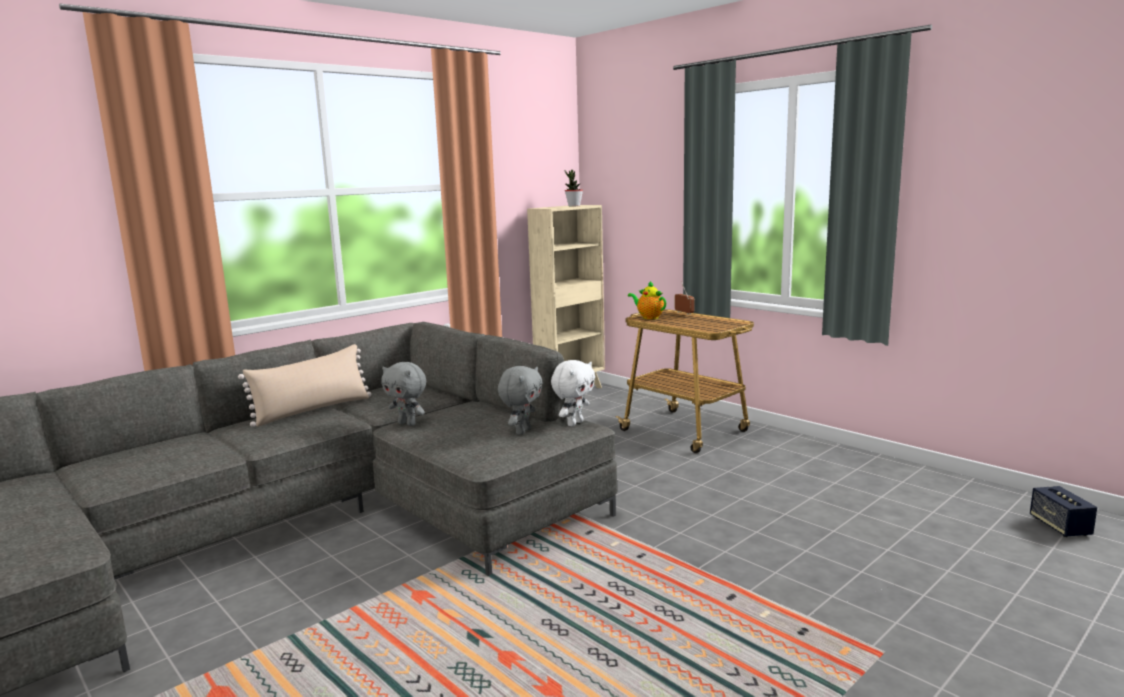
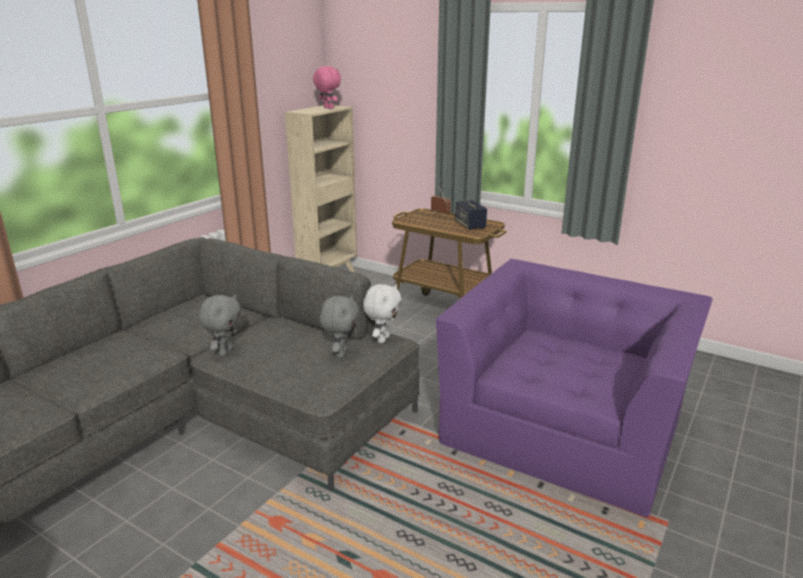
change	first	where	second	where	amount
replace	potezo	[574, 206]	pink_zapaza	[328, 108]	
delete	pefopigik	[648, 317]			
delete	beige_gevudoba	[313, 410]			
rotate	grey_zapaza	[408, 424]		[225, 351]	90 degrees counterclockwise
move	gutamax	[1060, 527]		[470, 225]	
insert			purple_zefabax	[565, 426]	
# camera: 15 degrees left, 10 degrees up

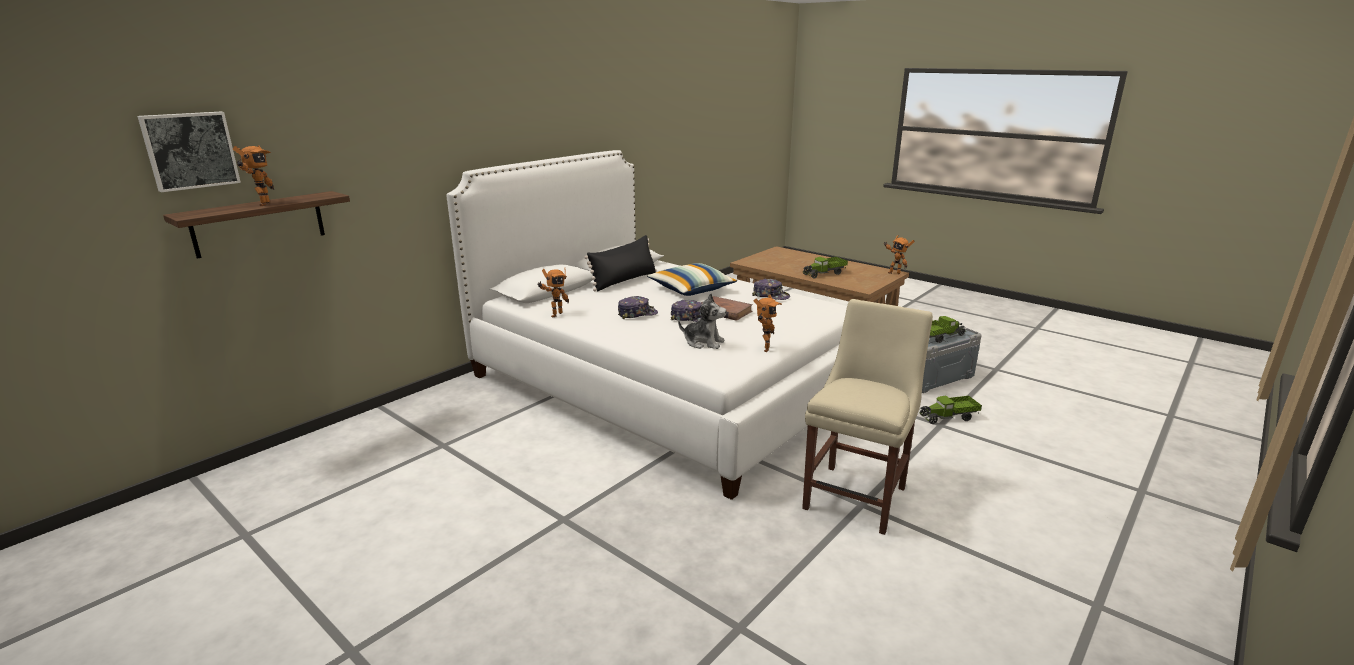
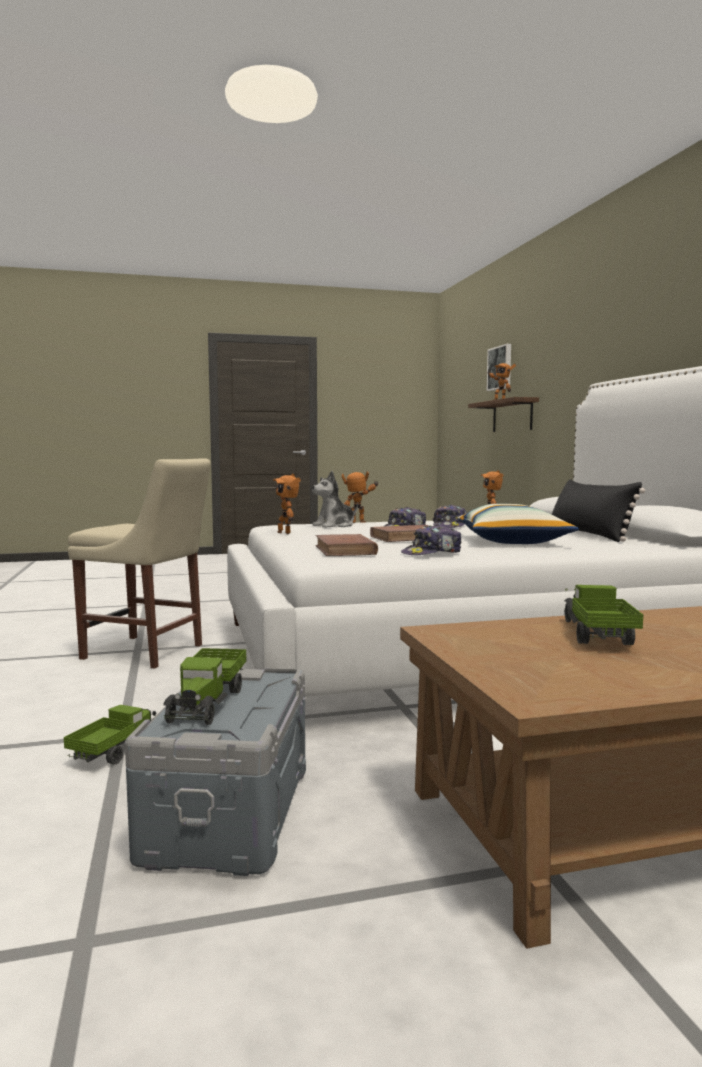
change	first	where	second	where	amount
move	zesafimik	[894, 273]		[359, 523]	
rotate	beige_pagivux	[857, 495]		[147, 652]	45 degrees counterclockwise
insert			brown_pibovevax	[345, 550]	
# camera: 125 degrees right, 15 degrees down

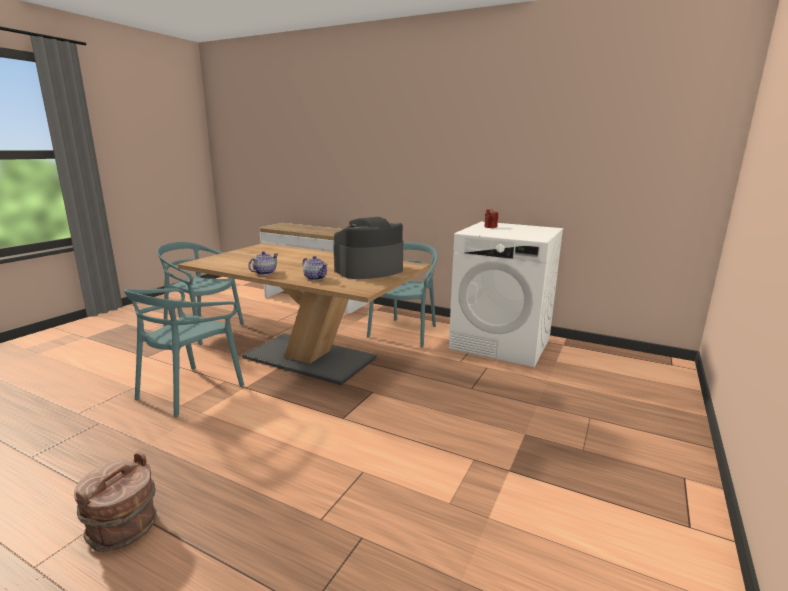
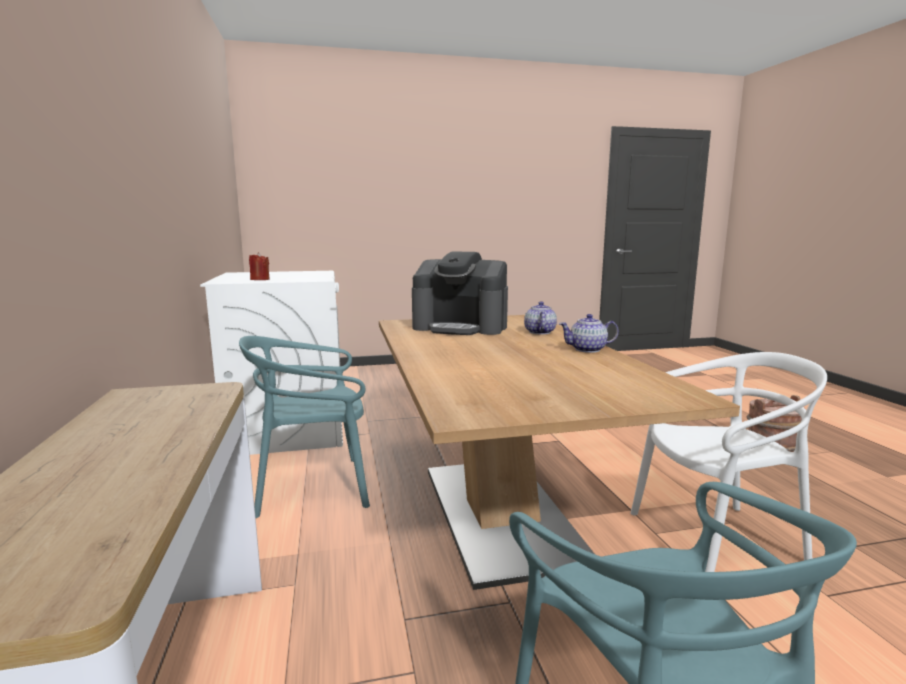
change	first	where	second	where	amount
recolor	turquoise_pagivux	[190, 390]	white_pagivux	[715, 541]	
# camera: 130 degrees left, 5 degrees down

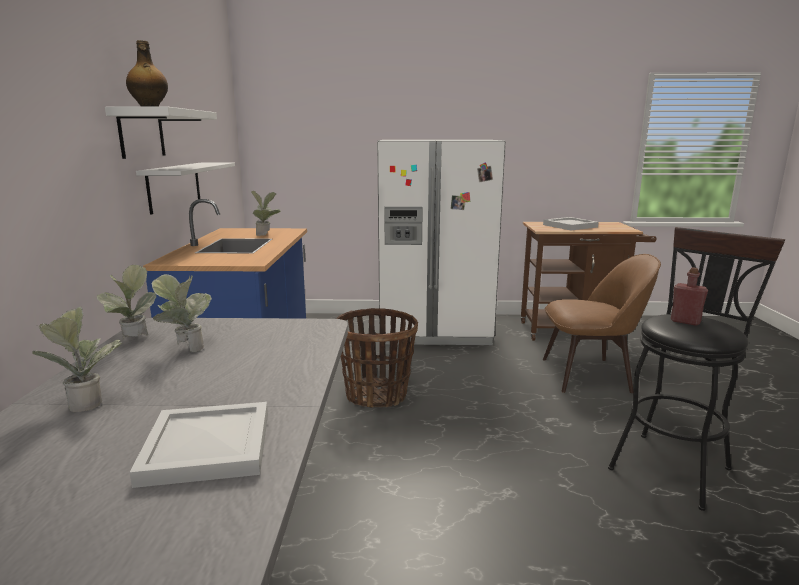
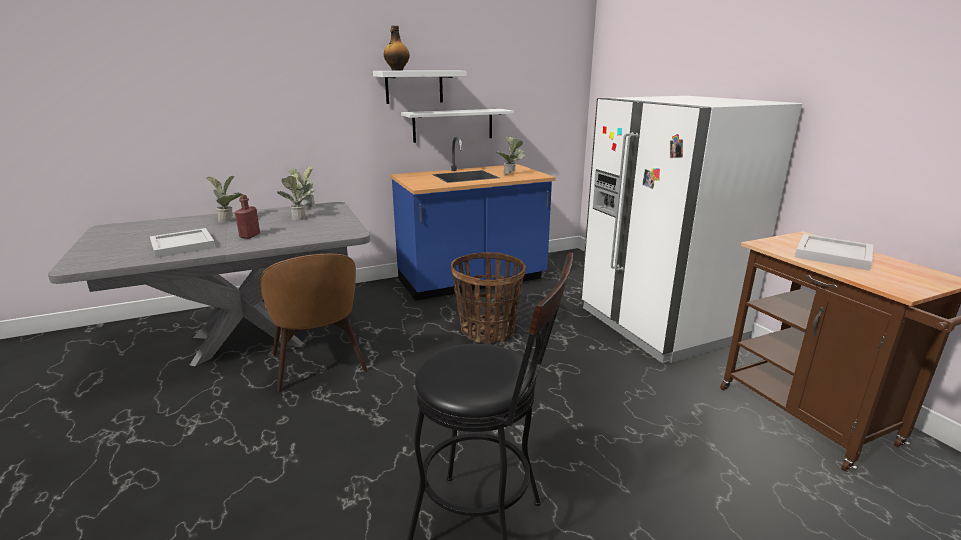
change	first	where	second	where	amount
move	brown_pagivux	[589, 375]		[319, 365]	
move	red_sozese	[685, 321]		[250, 236]	
# camera: 65 degrees right, 5 degrees up

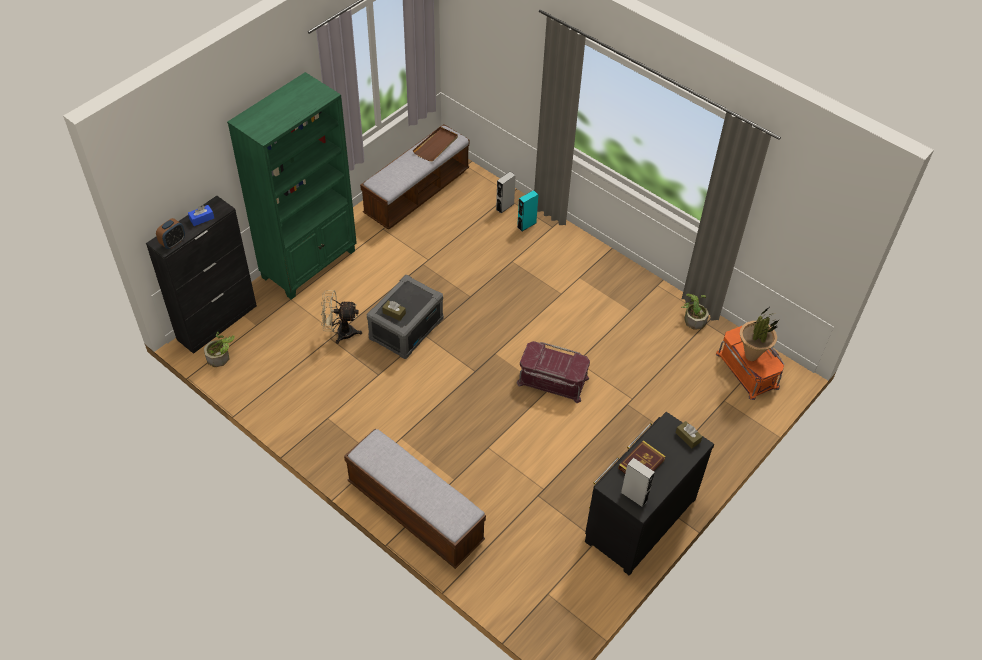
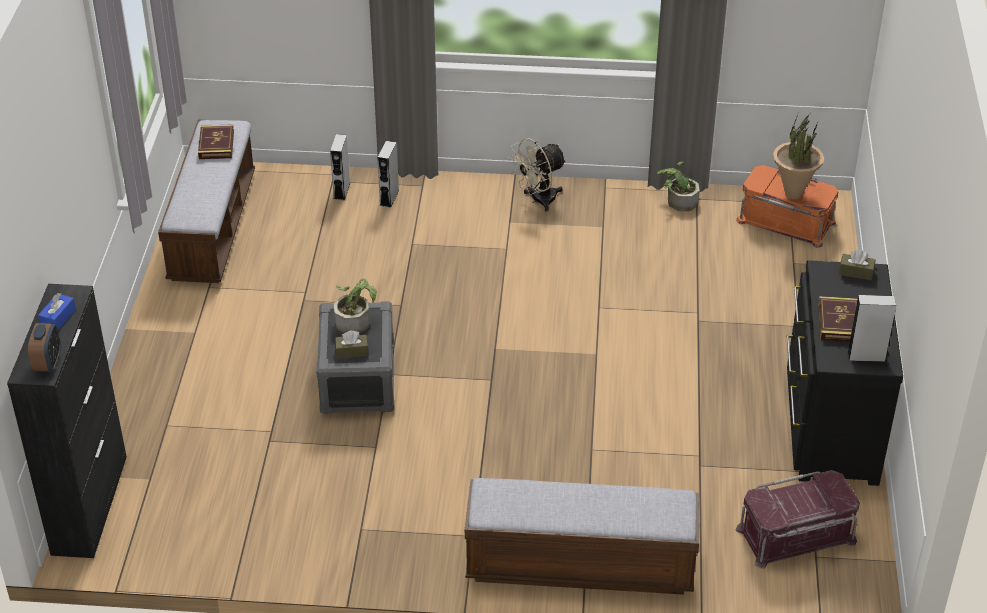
change	first	where	second	where	amount
delete	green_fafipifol	[310, 264]			
replace	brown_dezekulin	[436, 145]	pibovevax	[216, 144]	
recolor	turquoise_gutamax	[526, 225]	grey_gutamax	[389, 198]	
move	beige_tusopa	[340, 332]		[538, 200]	
move	potezo	[221, 357]		[355, 319]	
move	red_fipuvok	[552, 381]		[796, 536]	
# camera: 35 degrees left, 10 degrees down

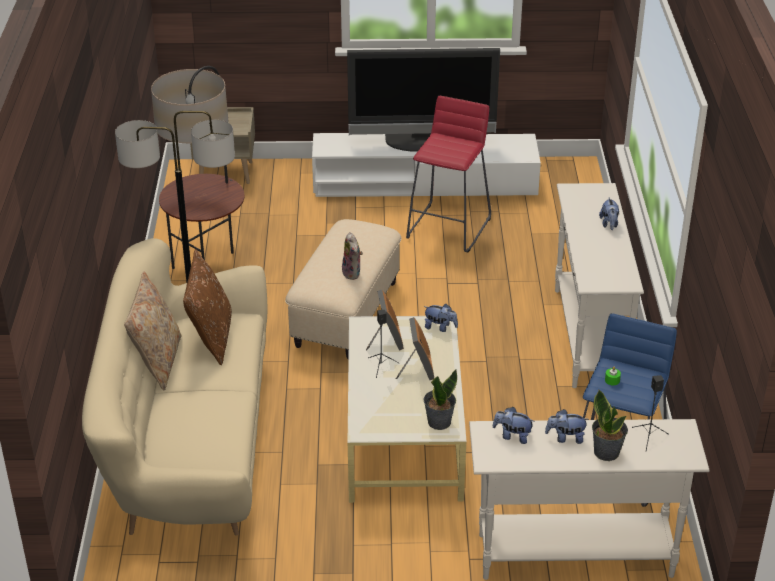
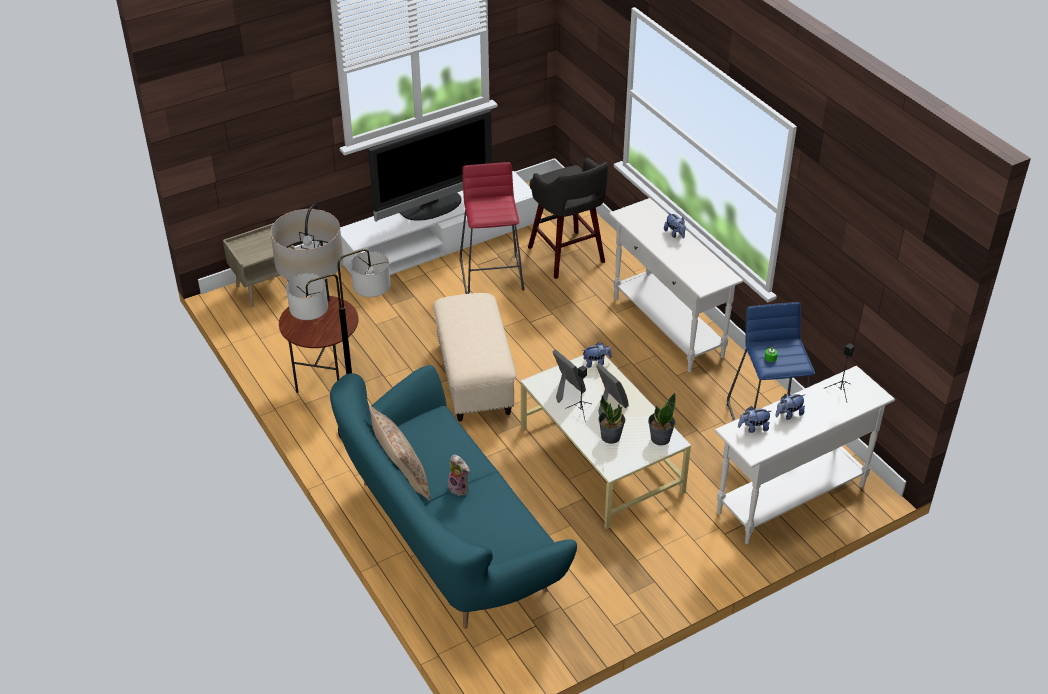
change	first	where	second	where	amount
move	zapaza	[353, 273]		[460, 488]	
recolor	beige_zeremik	[189, 445]	turquoise_zeremik	[446, 537]	
delete	brown_gevudoba	[211, 338]			
move	potezo	[606, 452]		[610, 436]	
insert			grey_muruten	[567, 256]	
# camera: 30 degrees left, 5 degrees up

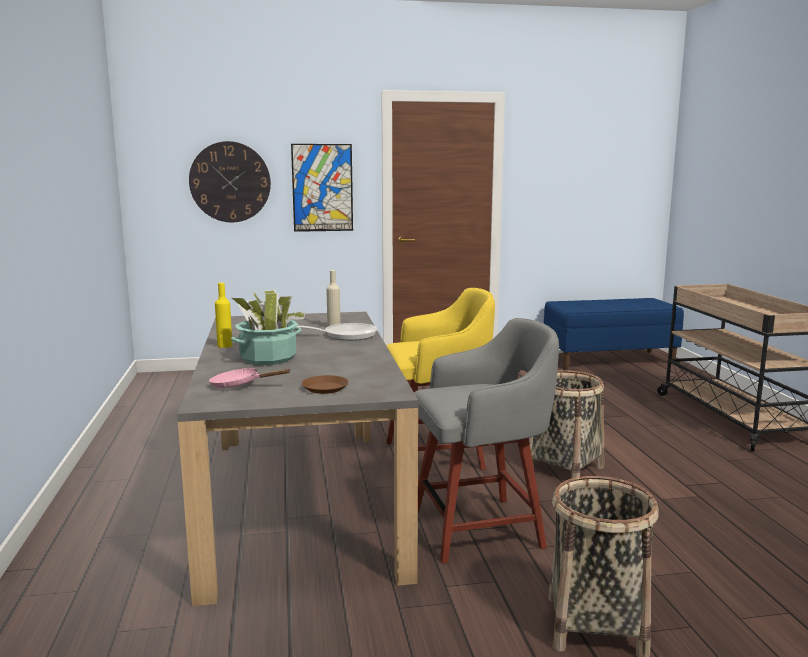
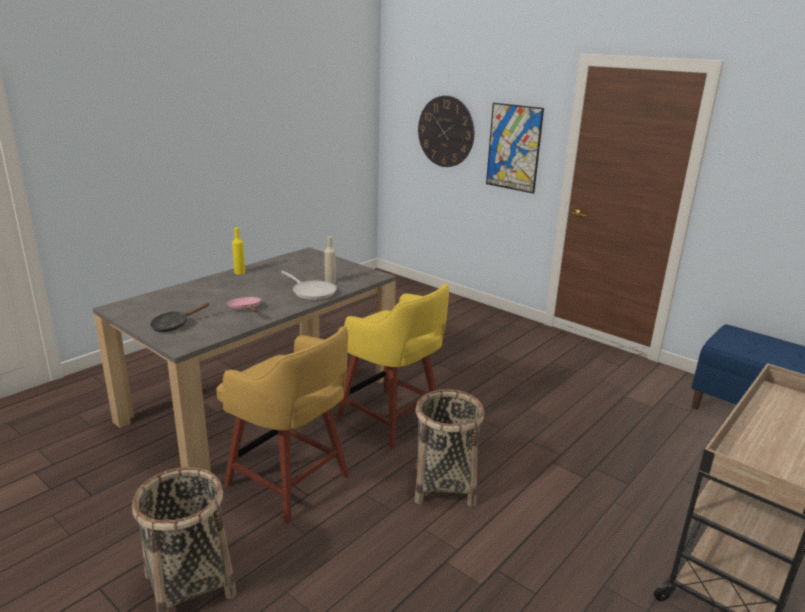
change	first	where	second	where	amount
delete	potezo	[268, 358]			
recolor	grey_muruten	[481, 528]	yellow_muruten	[290, 482]	
move	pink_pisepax	[240, 385]		[246, 309]	
replace	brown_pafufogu	[324, 388]	black_pisepax	[173, 325]	
# camera: 50 degrees right, 10 degrees up

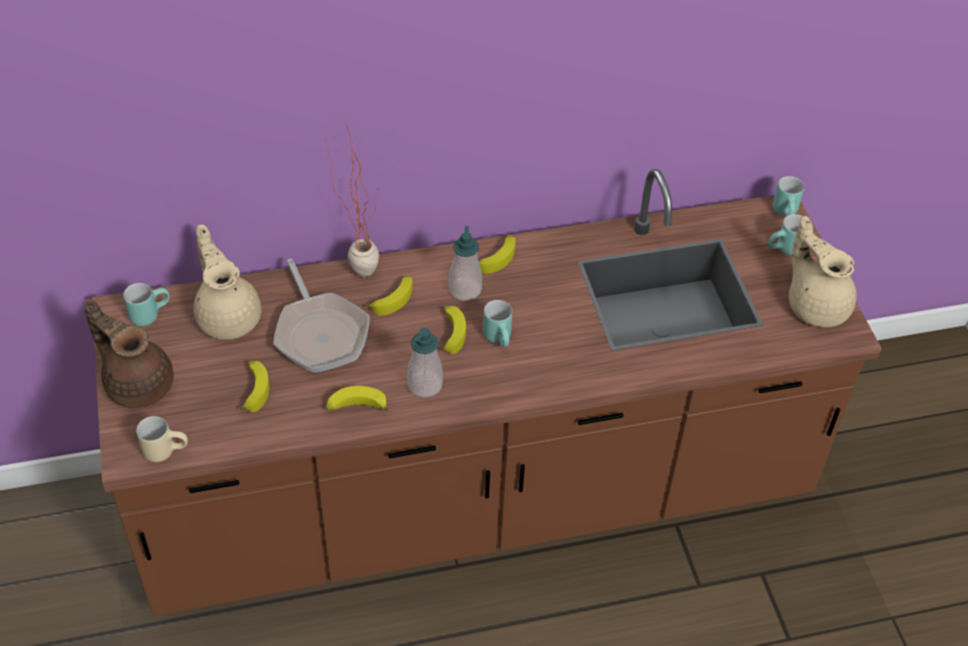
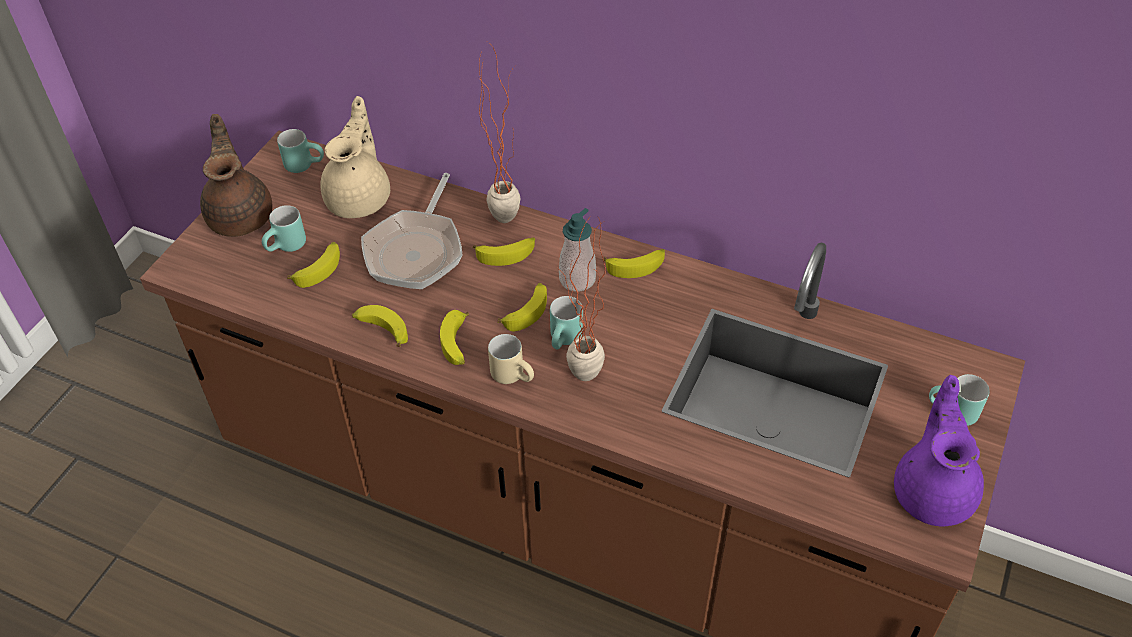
change	first	where	second	where	amount
move	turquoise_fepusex	[787, 213]		[287, 248]	
recolor	beige_pefopigik	[816, 305]	purple_pefopigik	[933, 491]	
replace	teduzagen	[425, 385]	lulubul	[457, 344]	
move	beige_fepusex	[166, 450]		[514, 375]	
insert			potezo	[582, 384]	
# camera: 40 degrees right, 0 degrees up

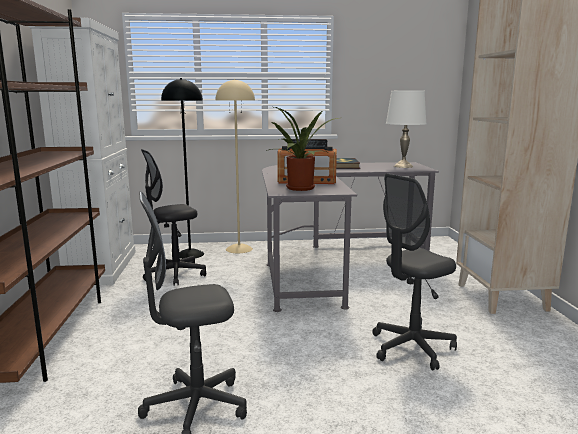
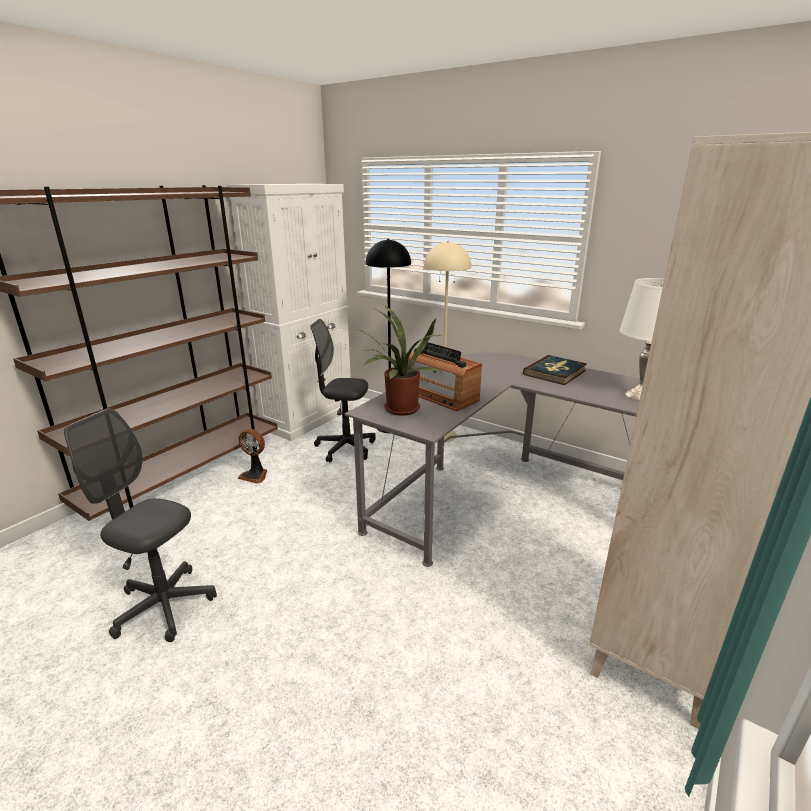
change	first	where	second	where	amount
delete	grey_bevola	[411, 348]			
insert			tusopa	[255, 475]	
# camera: 40 degrees right, 10 degrees up

